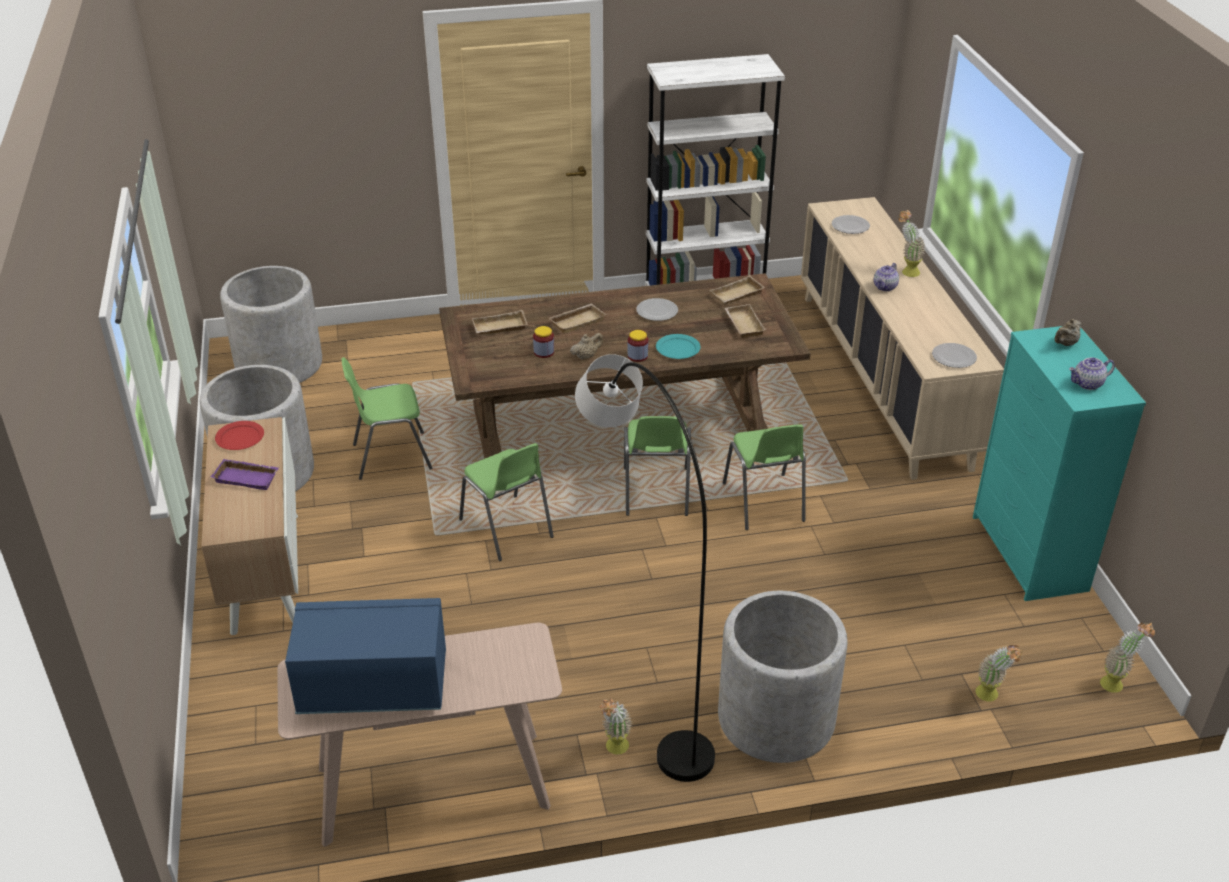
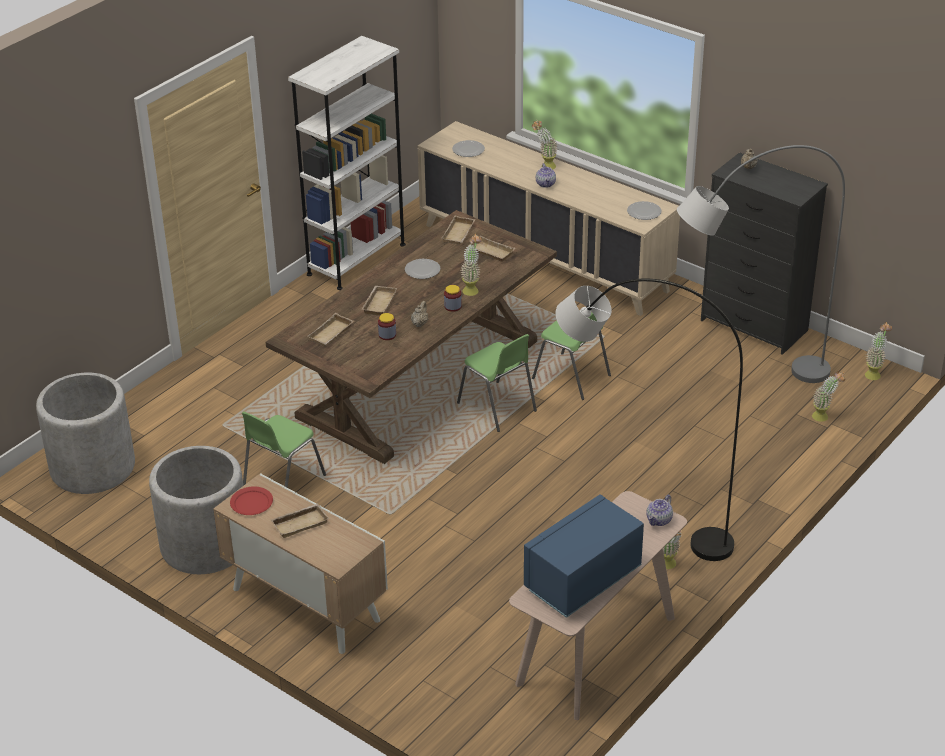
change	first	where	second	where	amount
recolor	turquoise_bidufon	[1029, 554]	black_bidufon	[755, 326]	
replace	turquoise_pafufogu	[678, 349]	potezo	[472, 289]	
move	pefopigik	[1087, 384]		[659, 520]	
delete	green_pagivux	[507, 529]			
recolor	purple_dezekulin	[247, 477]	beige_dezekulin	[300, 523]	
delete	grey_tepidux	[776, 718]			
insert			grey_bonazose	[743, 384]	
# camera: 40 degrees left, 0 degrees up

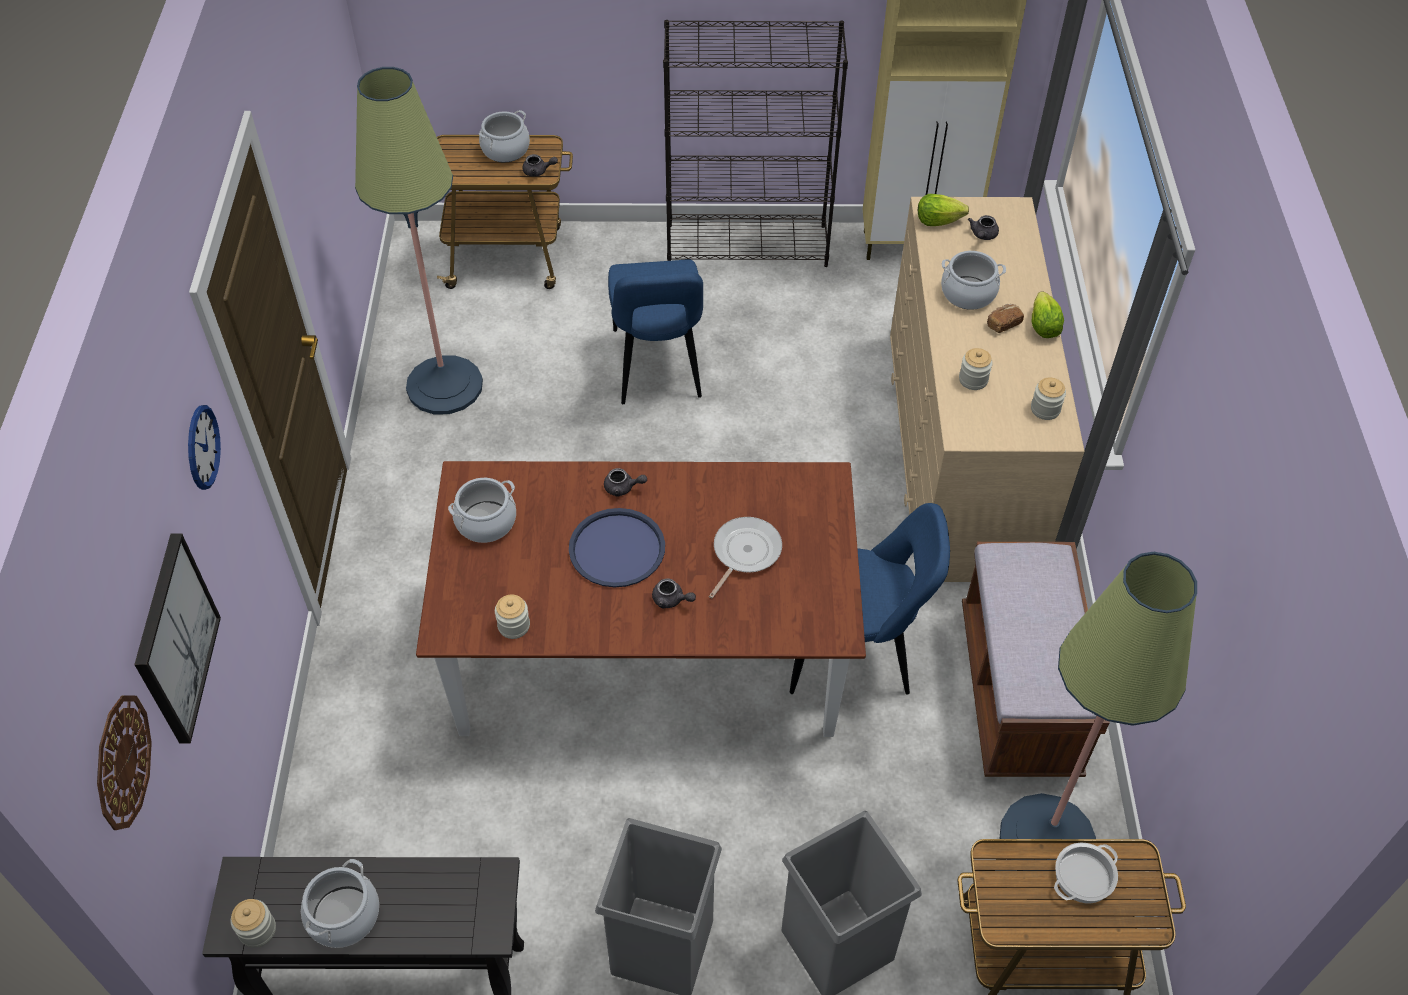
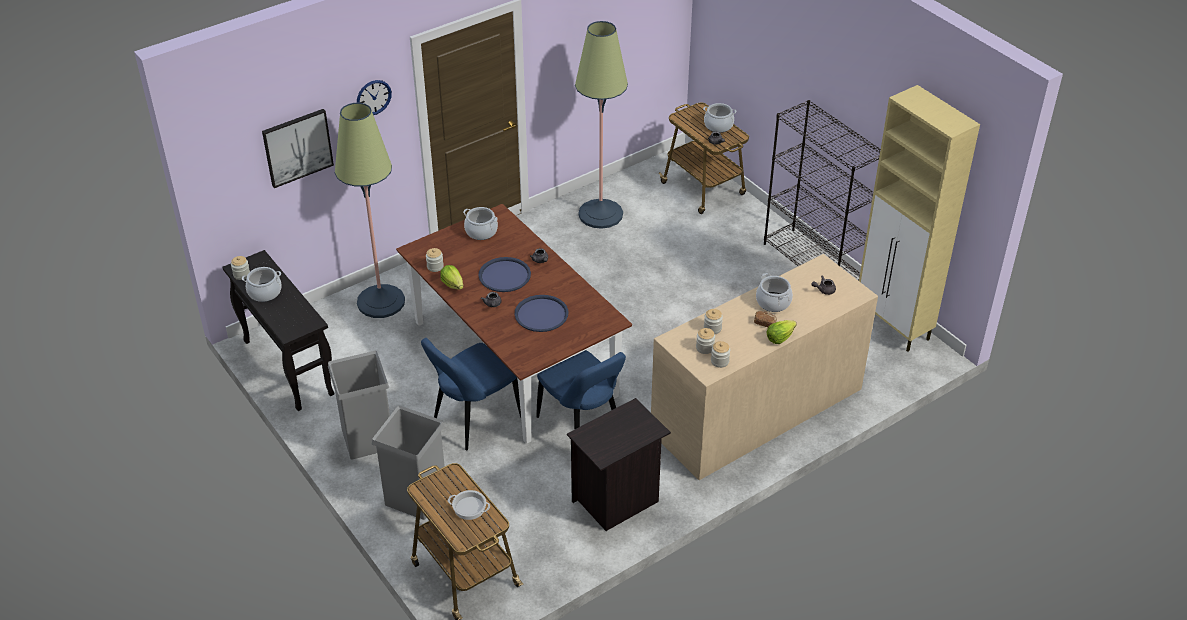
change	first	where	second	where	amount
move	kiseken	[937, 221]		[453, 284]	
move	blue_pagivux	[657, 368]		[474, 421]	
replace	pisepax	[744, 552]	blue_dezekulin	[541, 314]	
replace	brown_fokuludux	[1018, 692]	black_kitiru	[617, 501]	
move	bonazose	[1046, 839]		[381, 302]	
delete	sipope	[122, 761]			
insert			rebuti	[705, 348]	
# camera: 55 degrees right, 10 degrees down

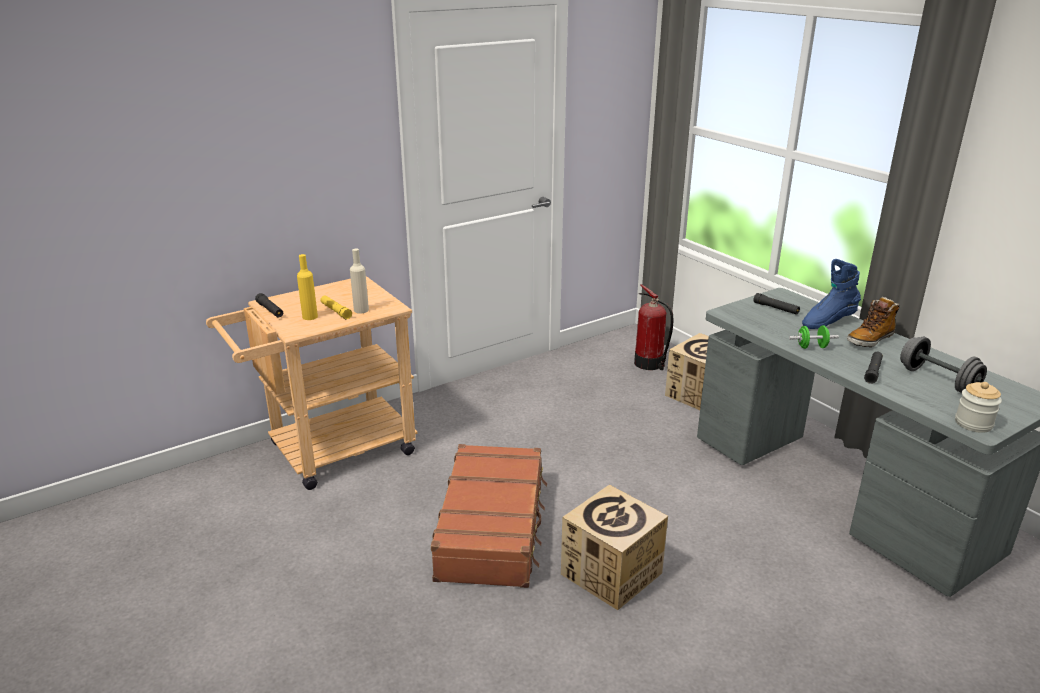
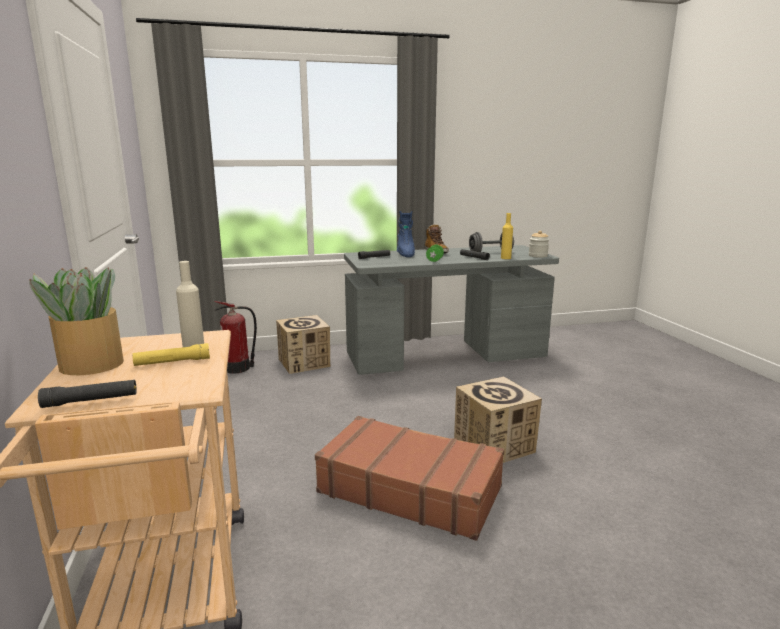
change	first	where	second	where	amount
move	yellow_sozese	[310, 317]		[505, 258]	
insert			potezo	[90, 364]	
# camera: 70 degrees left, 10 degrees down

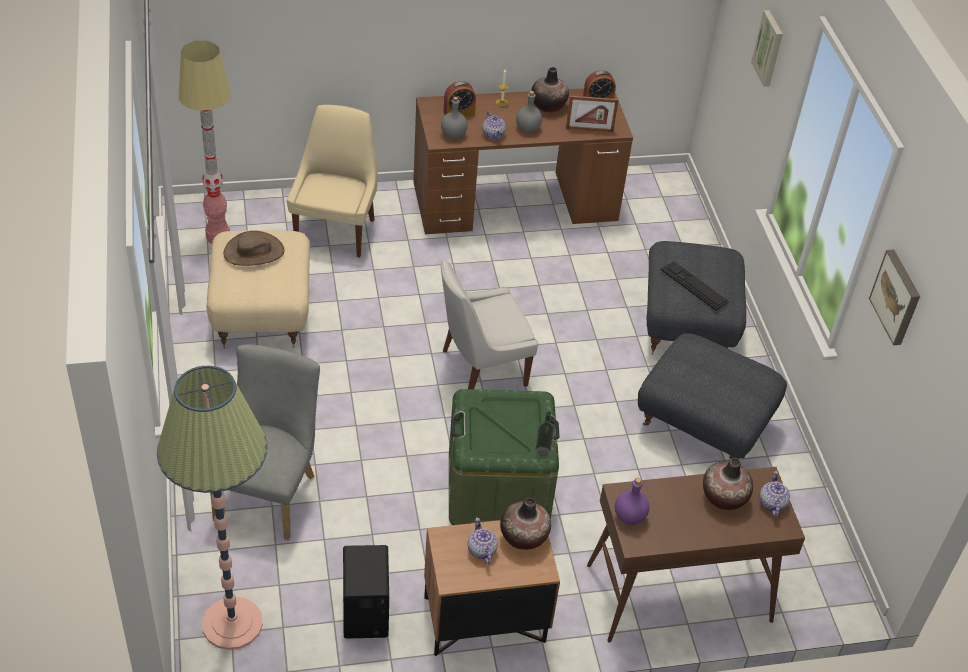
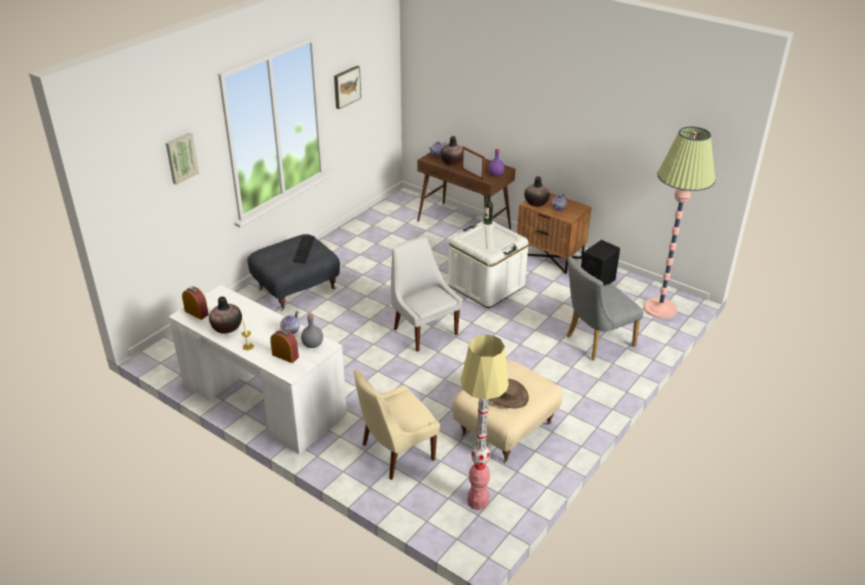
change	first	where	second	where	amount
recolor	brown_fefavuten	[515, 201]	white_fefavuten	[263, 398]	
delete	grey_sozese	[527, 129]			
move	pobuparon	[589, 129]		[472, 174]	
rotate	white_pagivux	[480, 368]		[424, 330]	150 degrees counterclockwise
delete	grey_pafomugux	[702, 425]			
recolor	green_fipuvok	[498, 489]	white_fipuvok	[486, 286]	
# camera: 130 degrees left, 10 degrees down

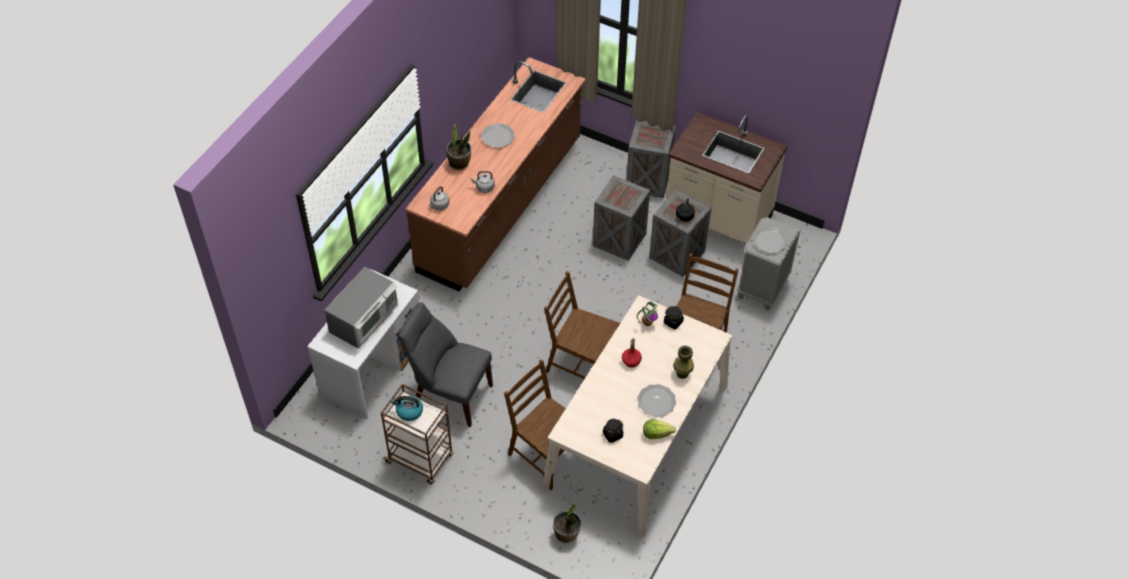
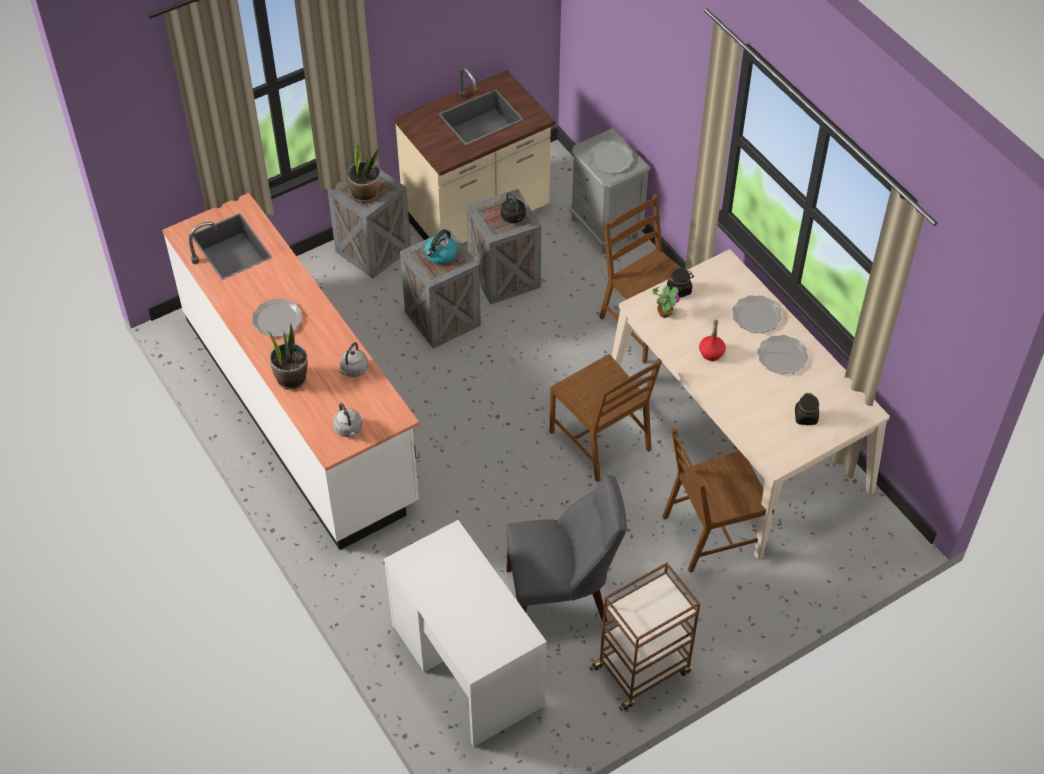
change	first	where	second	where	amount
recolor	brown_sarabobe	[502, 206]	white_sarabobe	[300, 409]	
delete	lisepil	[365, 319]			
rotate	brown_pagivux	[580, 363]		[602, 440]	90 degrees counterclockwise
rotate	grey_pagivux	[449, 394]		[562, 595]	150 degrees counterclockwise
replace	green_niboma	[682, 373]	pafufogu	[757, 316]	
move	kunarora	[409, 411]		[441, 255]	
delete	kiseken	[656, 434]			
move	potezo	[566, 534]		[365, 193]	
# camera: 60 degrees left, 0 degrees up

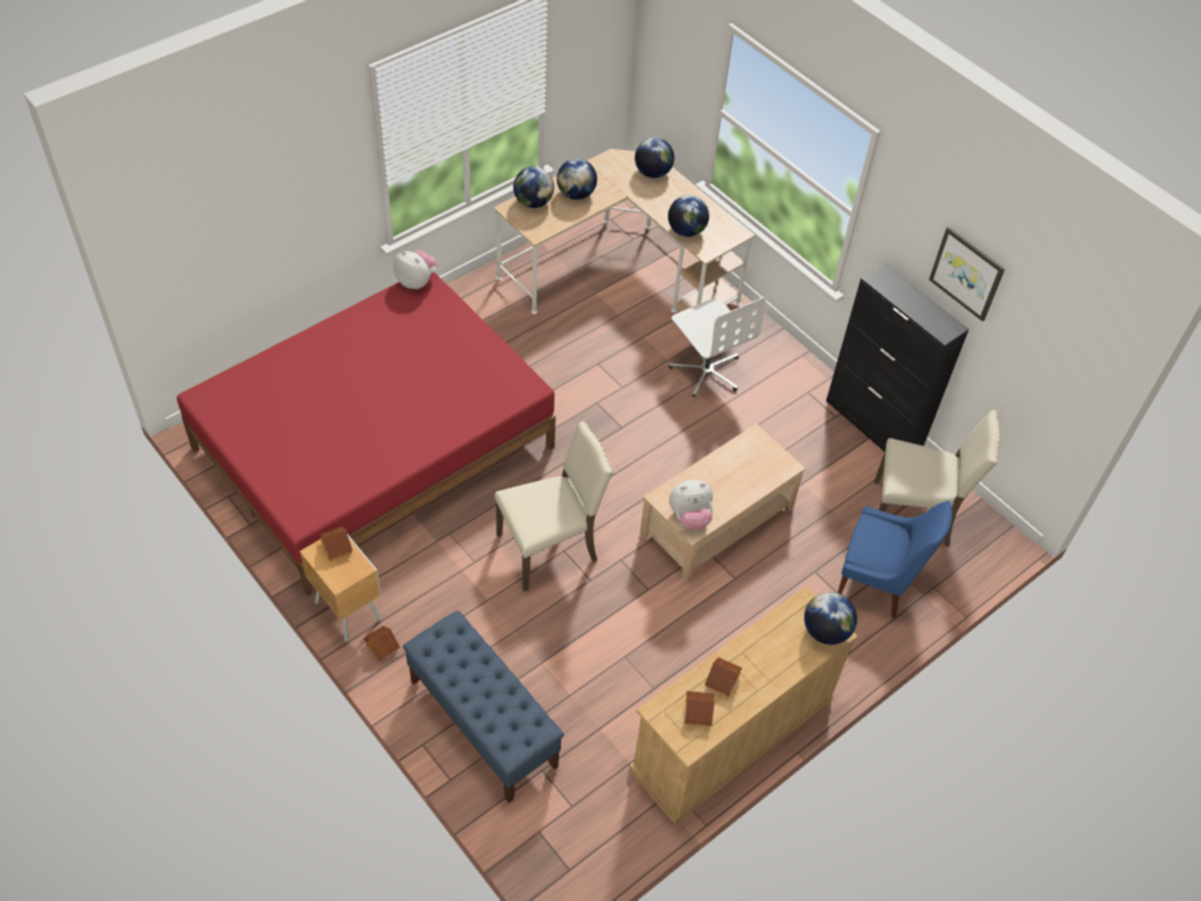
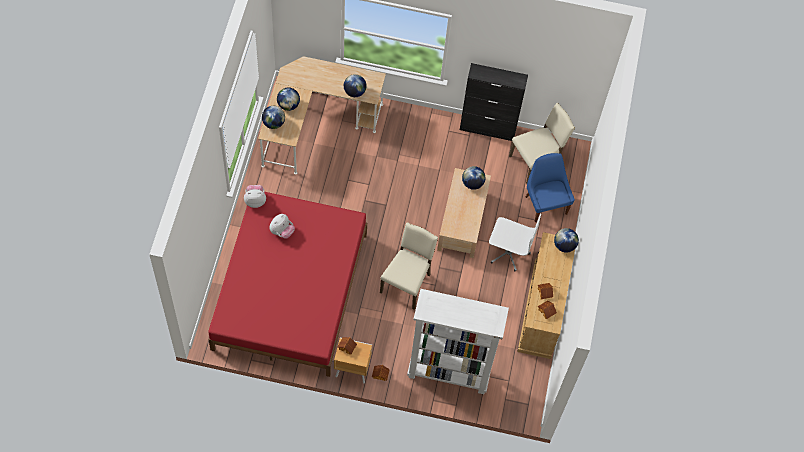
change	first	where	second	where	amount
move	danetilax	[653, 173]		[472, 183]	
delete	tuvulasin	[967, 273]			
move	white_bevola	[706, 371]		[508, 252]	
move	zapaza	[690, 517]		[282, 231]	
rotate	blue_pagivux	[877, 583]		[545, 203]	90 degrees counterclockwise
replace	blue_fokuludux	[482, 723]	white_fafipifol	[447, 374]	
# camera: 40 degrees left, 10 degrees up

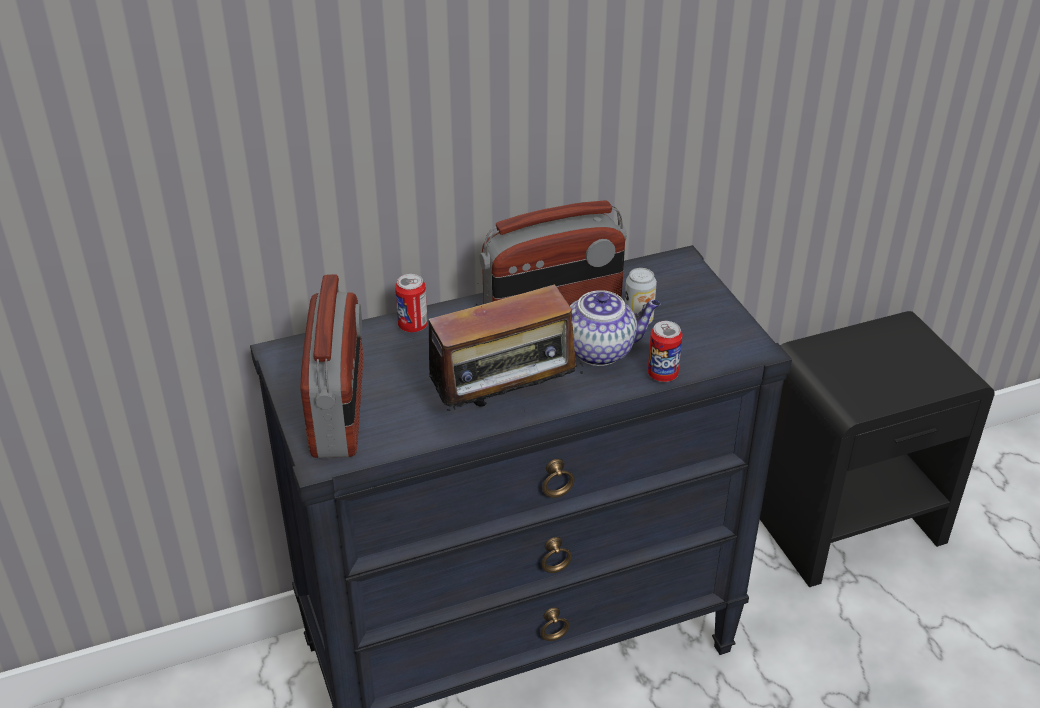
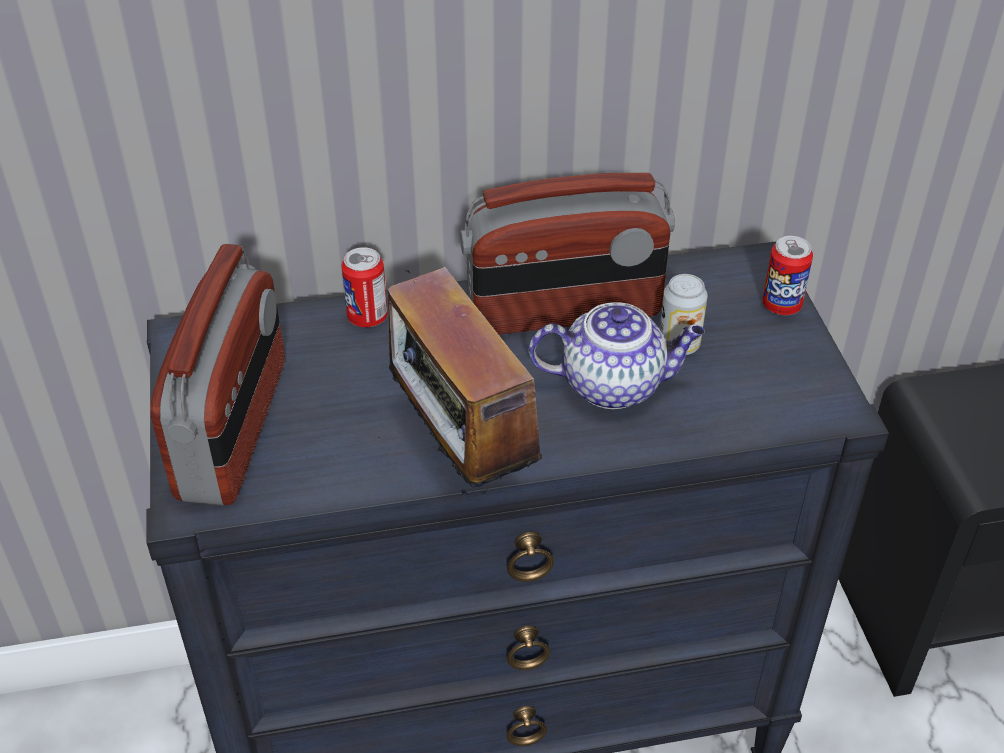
change	first	where	second	where	amount
rotate	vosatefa	[505, 406]		[460, 454]	75 degrees clockwise
move	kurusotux	[662, 374]		[781, 305]	
# camera: 10 degrees right, 5 degrees up

